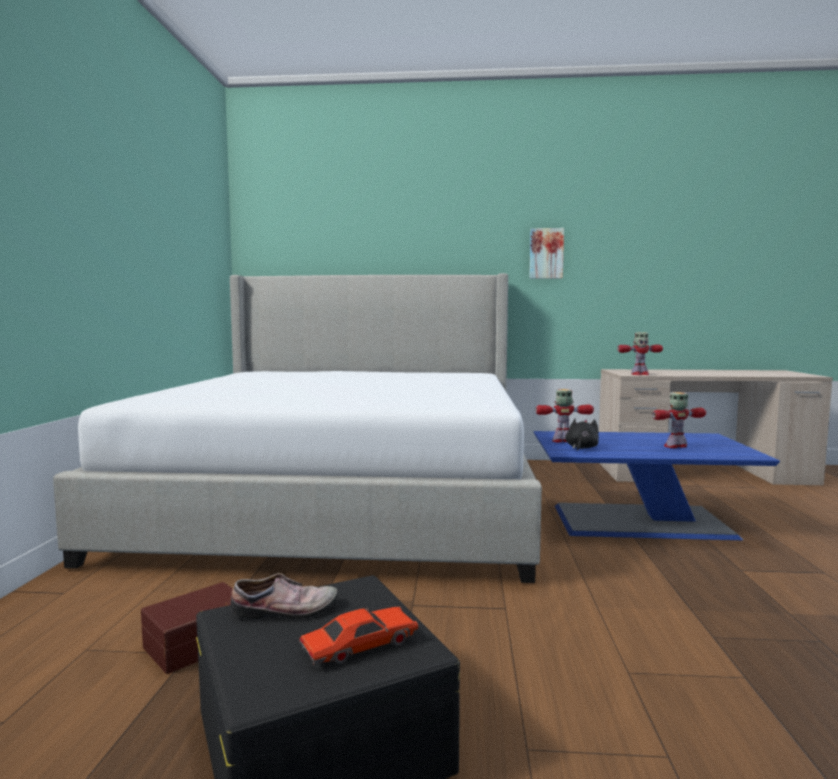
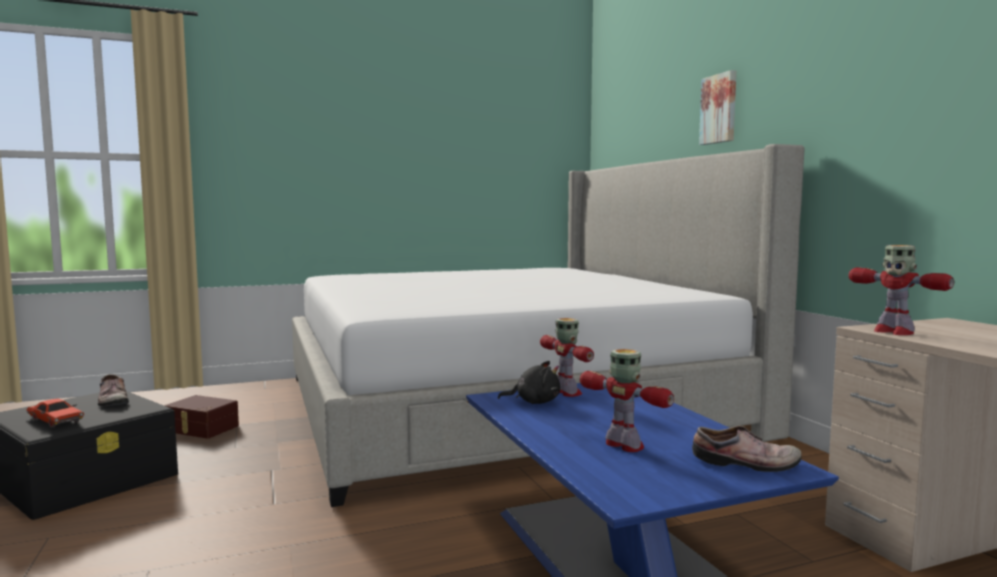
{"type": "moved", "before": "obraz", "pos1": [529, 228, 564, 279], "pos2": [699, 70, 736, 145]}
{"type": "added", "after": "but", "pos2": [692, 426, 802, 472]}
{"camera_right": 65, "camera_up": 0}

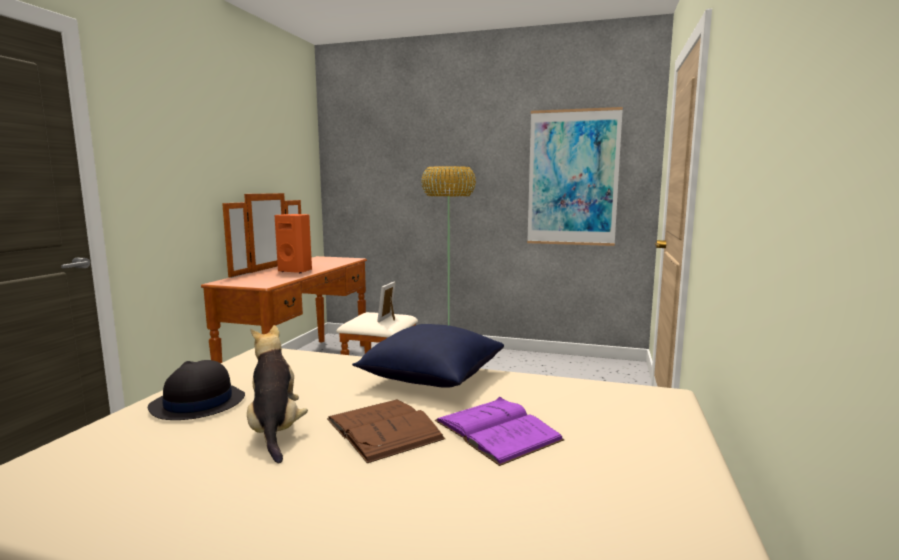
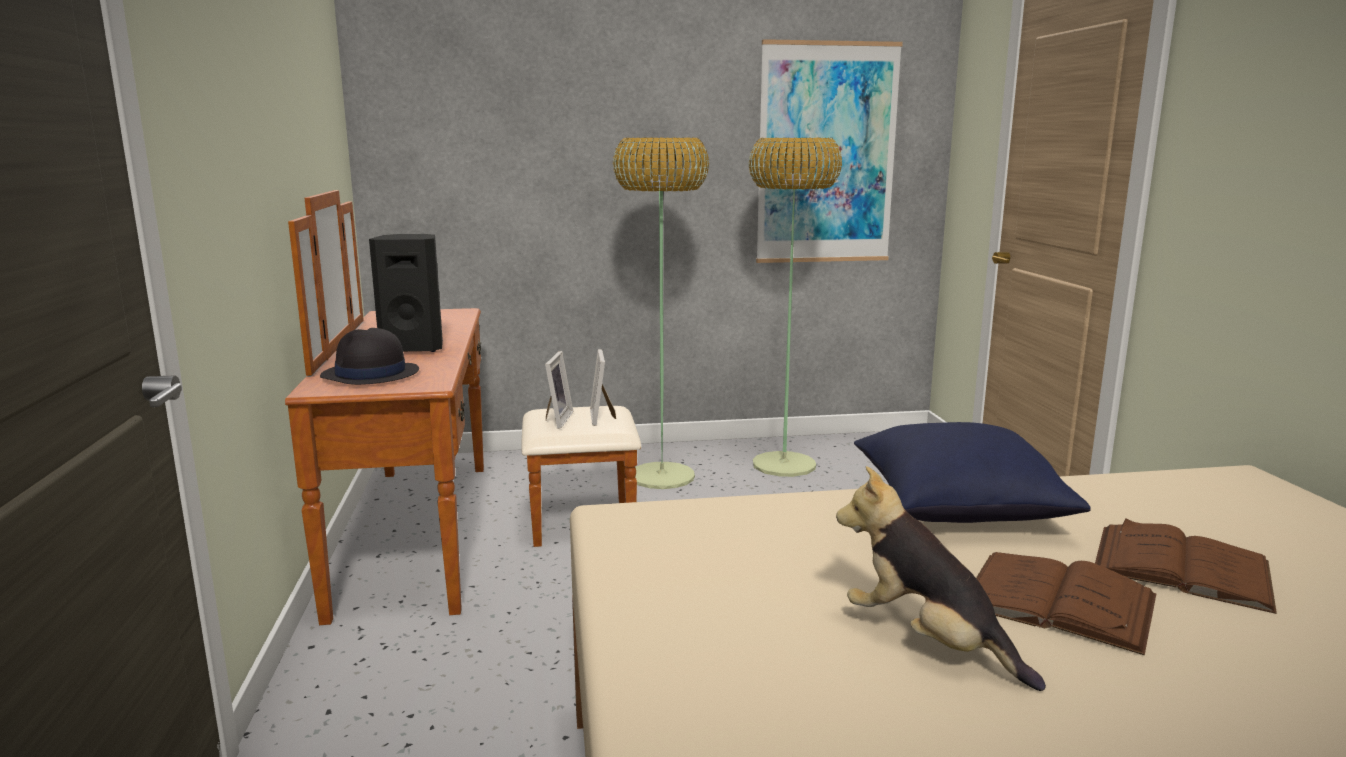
{"type": "moved", "before": "kapelusz [czarny]", "pos1": [148, 360, 245, 420], "pos2": [320, 328, 419, 385]}
{"type": "recoloured", "before": "głośnik [pomarańczowy]", "after": "głośnik [czarny]", "pos1": [274, 214, 312, 273], "pos2": [369, 234, 443, 352]}
{"type": "recoloured", "before": "książka [fioletowy]", "after": "książka [brązowy]", "pos1": [435, 397, 564, 466], "pos2": [1095, 519, 1277, 614]}
{"type": "added", "after": "ramka na zdjęcie", "pos2": [545, 351, 573, 429]}
{"type": "added", "after": "lampa stojąca", "pos2": [749, 137, 842, 477]}
{"camera_right": -25, "camera_up": 5}

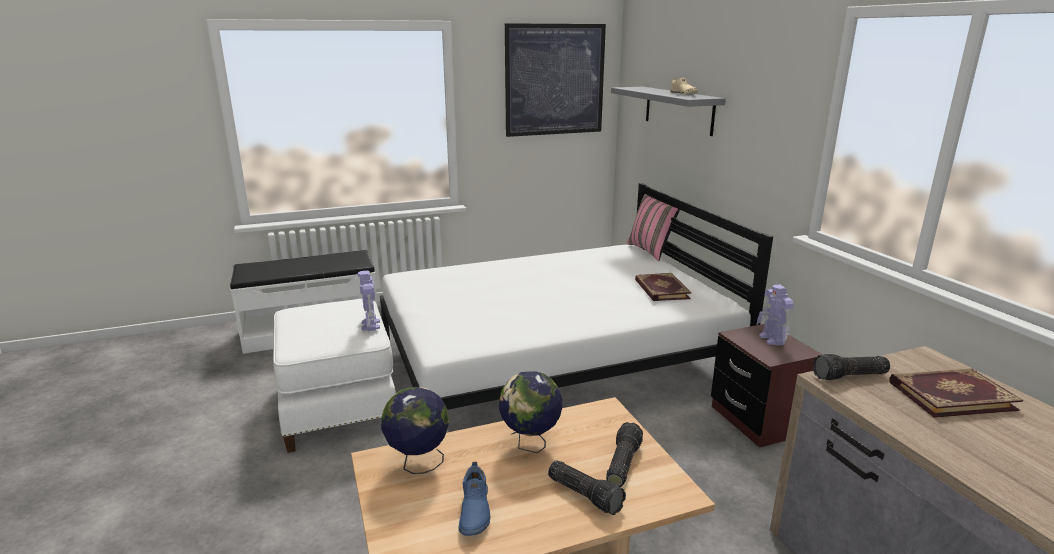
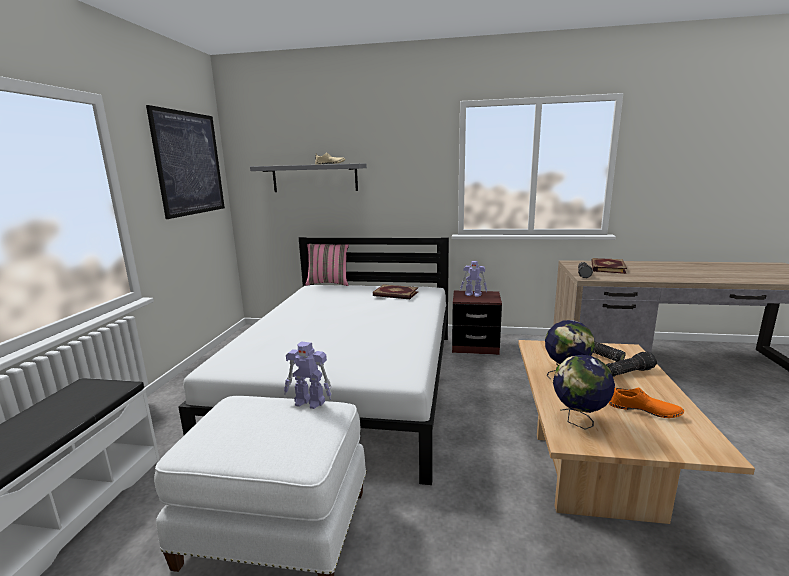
{"type": "recoloured", "before": "but [niebieski]", "after": "but [pomarańczowy]", "pos1": [458, 462, 490, 536], "pos2": [609, 388, 684, 418]}
{"camera_right": -60, "camera_up": -5}

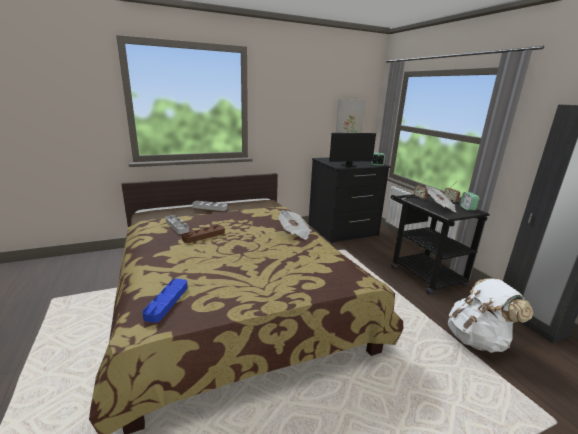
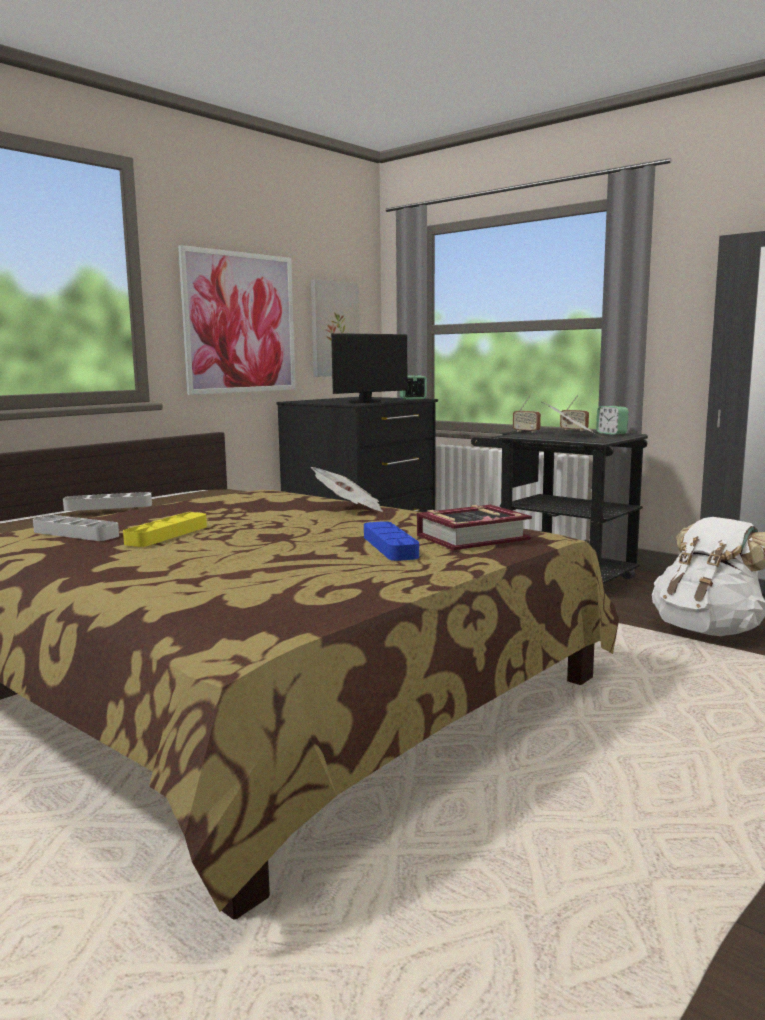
{"type": "moved", "before": "taca [niebieski]", "pos1": [142, 279, 188, 323], "pos2": [364, 521, 419, 561]}
{"type": "recoloured", "before": "taca [brązowy]", "after": "taca [żółty]", "pos1": [182, 225, 225, 243], "pos2": [123, 512, 207, 547]}
{"type": "added", "after": "obraz", "pos2": [178, 245, 296, 395]}
{"type": "added", "after": "książka", "pos2": [417, 505, 532, 550]}
{"camera_right": -25, "camera_up": -10}

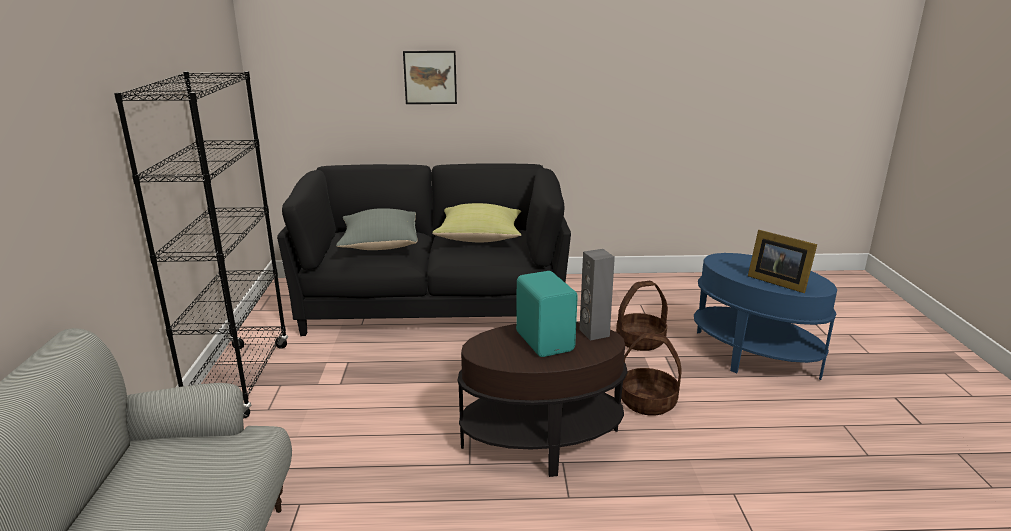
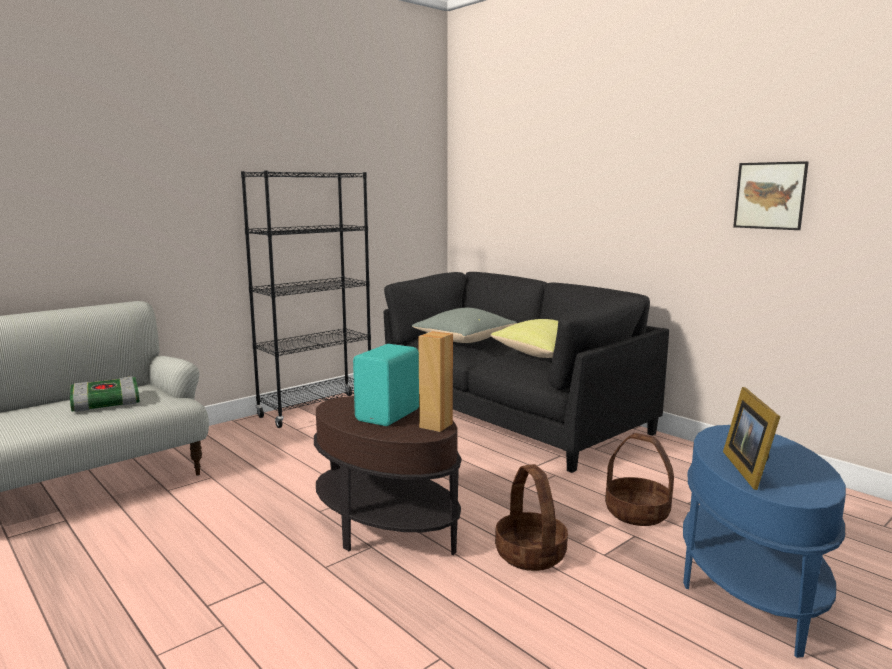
{"type": "moved", "before": "obraz", "pos1": [403, 51, 457, 104], "pos2": [733, 161, 809, 230]}
{"type": "recoloured", "before": "głośnik [szary]", "after": "głośnik [brązowy]", "pos1": [579, 249, 615, 341], "pos2": [418, 331, 453, 432]}
{"type": "added", "after": "książka", "pos2": [70, 376, 140, 412]}
{"camera_right": 50, "camera_up": -10}

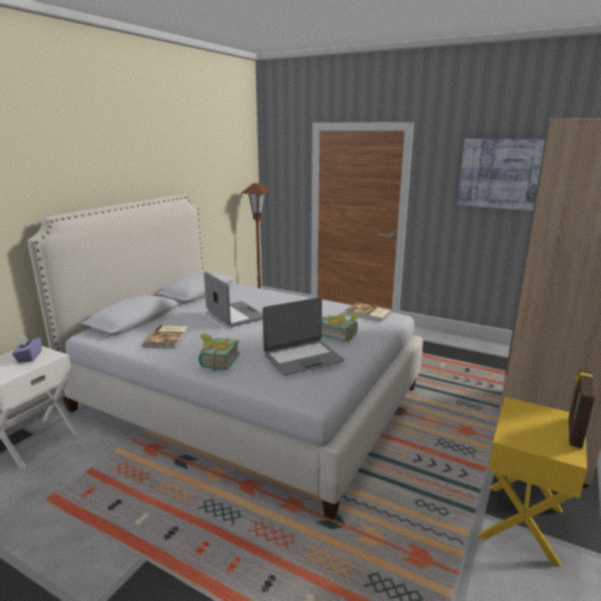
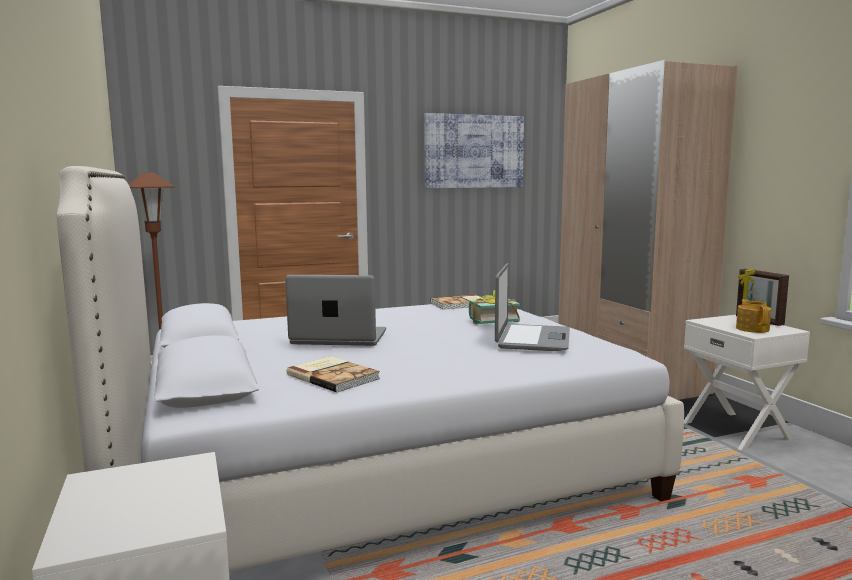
{"type": "removed", "before": "pudełko chusteczek [fioletowy]", "pos1": [12, 335, 42, 362]}
{"type": "removed", "before": "książka", "pos1": [198, 334, 240, 371]}
{"type": "recoloured", "before": "szafka nocna [żółty]", "after": "szafka nocna [biały]", "pos1": [478, 397, 587, 567], "pos2": [684, 315, 810, 450]}
{"type": "added", "after": "imbryk", "pos2": [736, 299, 771, 333]}
{"camera_right": -50, "camera_up": -10}

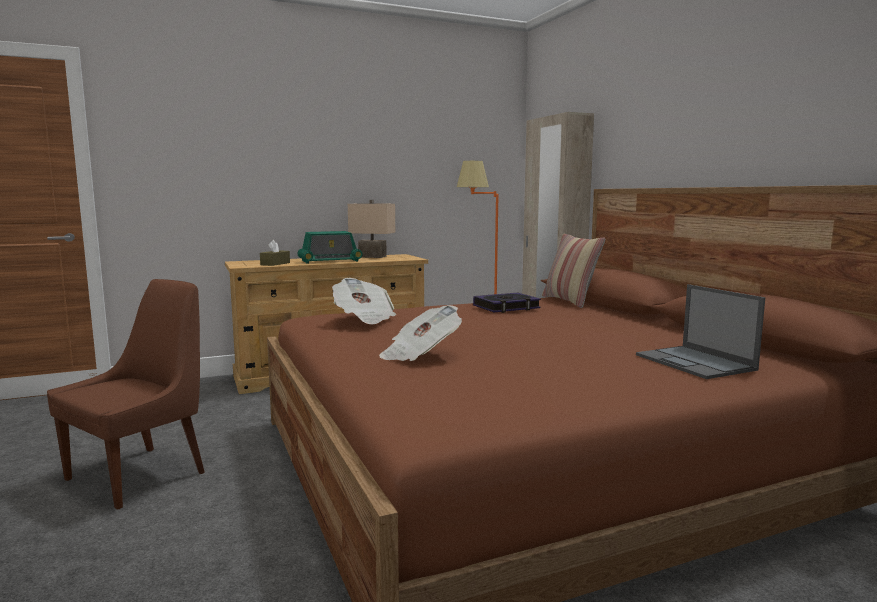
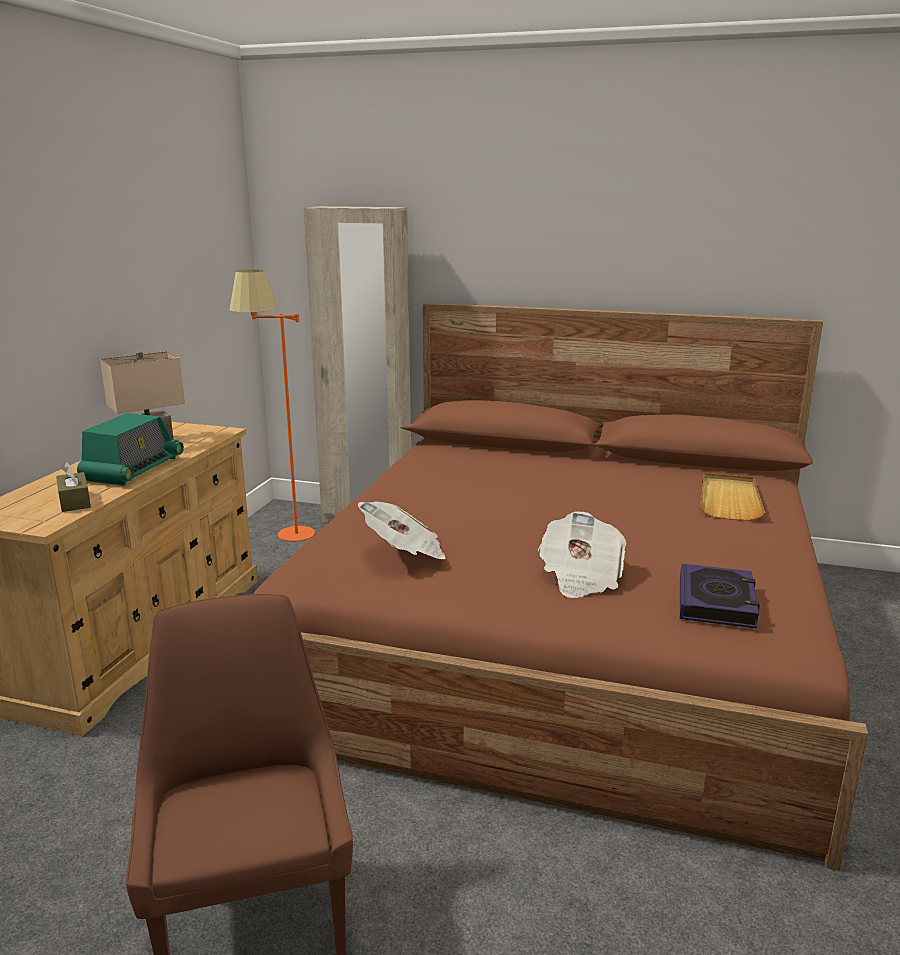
{"type": "moved", "before": "książka", "pos1": [473, 293, 541, 313], "pos2": [680, 564, 760, 629]}
{"type": "removed", "before": "poduszka", "pos1": [542, 234, 605, 308]}
{"type": "replaced", "before": "laptop", "after": "taca [beżowy]", "pos1": [636, 284, 765, 379], "pos2": [700, 473, 765, 521]}
{"camera_right": -50, "camera_up": 10}

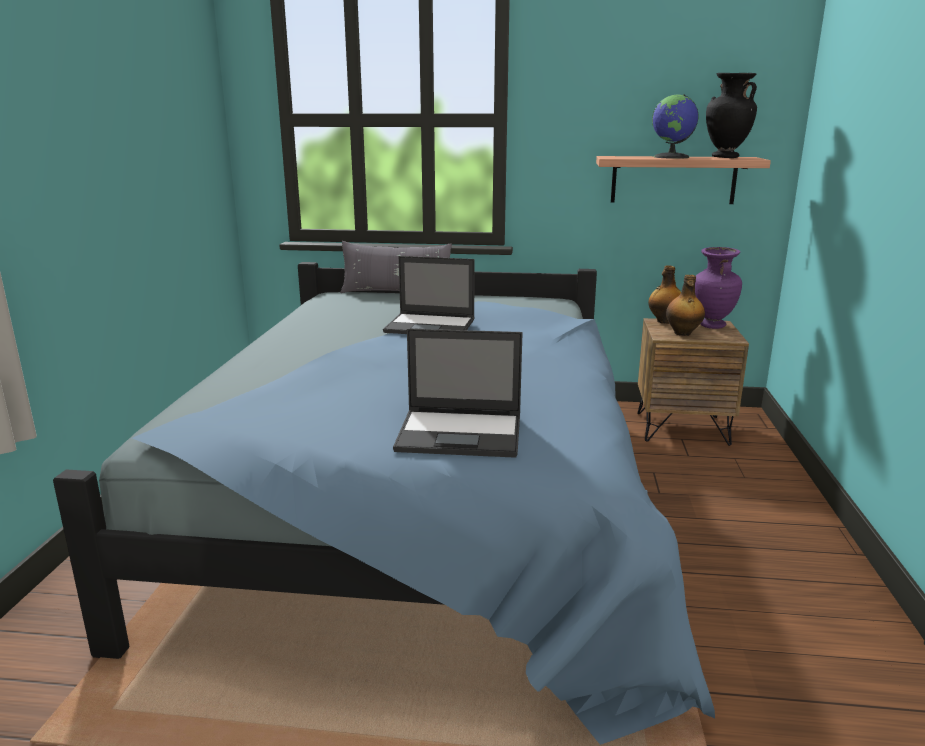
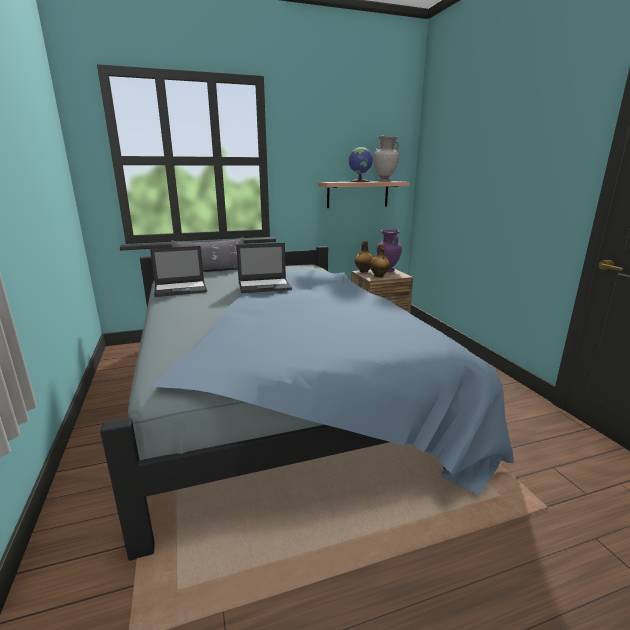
{"type": "moved", "before": "laptop", "pos1": [393, 329, 523, 458], "pos2": [150, 246, 207, 297]}
{"type": "recoloured", "before": "wazon [czarny]", "after": "wazon [beżowy]", "pos1": [706, 73, 757, 158], "pos2": [374, 136, 399, 182]}
{"camera_right": -25, "camera_up": 0}

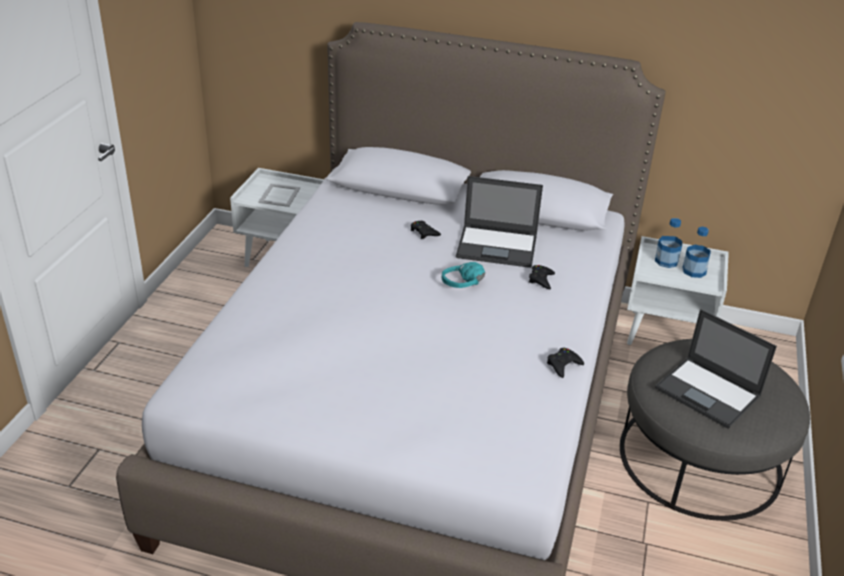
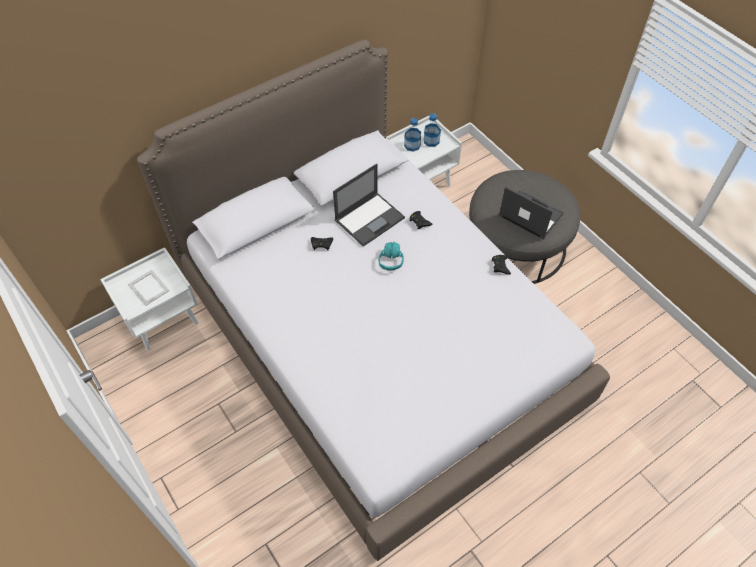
{"type": "turned", "before": "laptop", "pos1": [655, 309, 777, 429], "pos2": [499, 187, 564, 239], "turn": -135}
{"camera_right": -50, "camera_up": 20}

